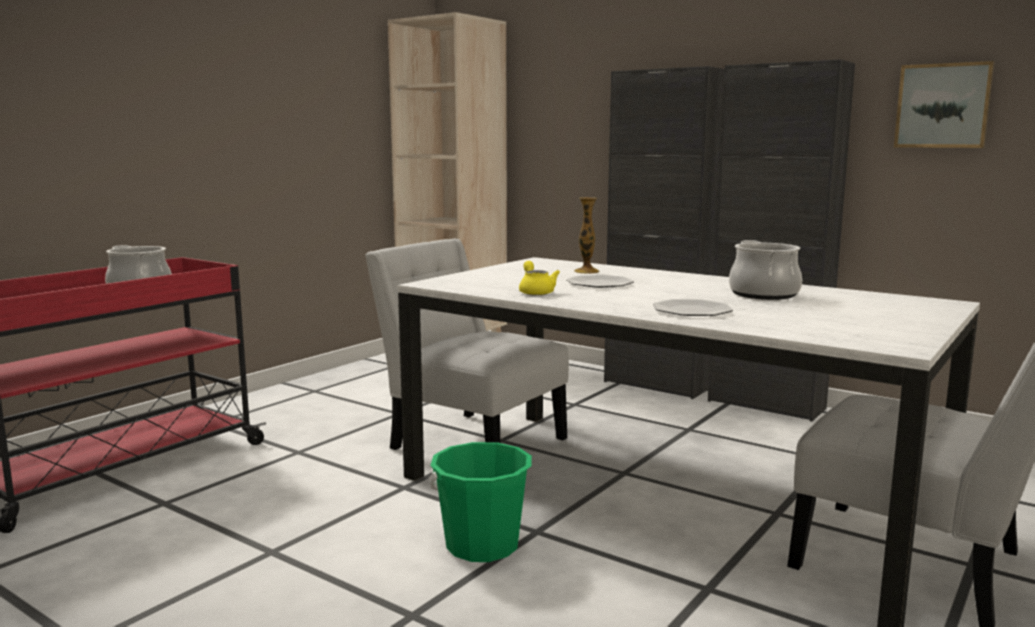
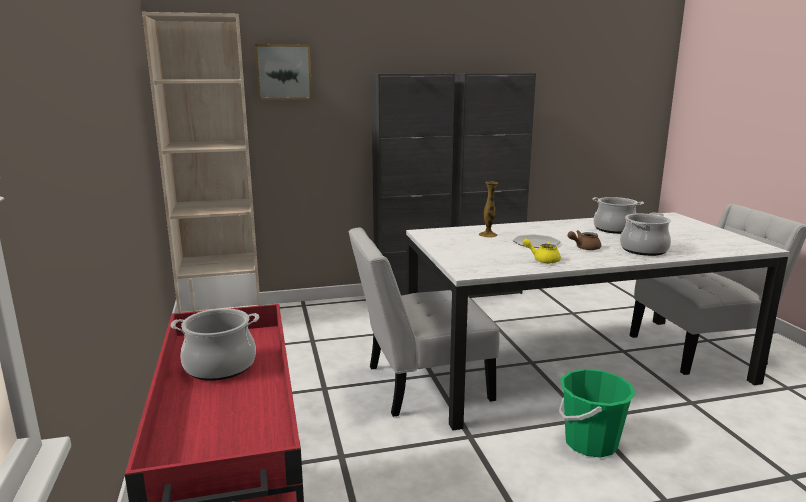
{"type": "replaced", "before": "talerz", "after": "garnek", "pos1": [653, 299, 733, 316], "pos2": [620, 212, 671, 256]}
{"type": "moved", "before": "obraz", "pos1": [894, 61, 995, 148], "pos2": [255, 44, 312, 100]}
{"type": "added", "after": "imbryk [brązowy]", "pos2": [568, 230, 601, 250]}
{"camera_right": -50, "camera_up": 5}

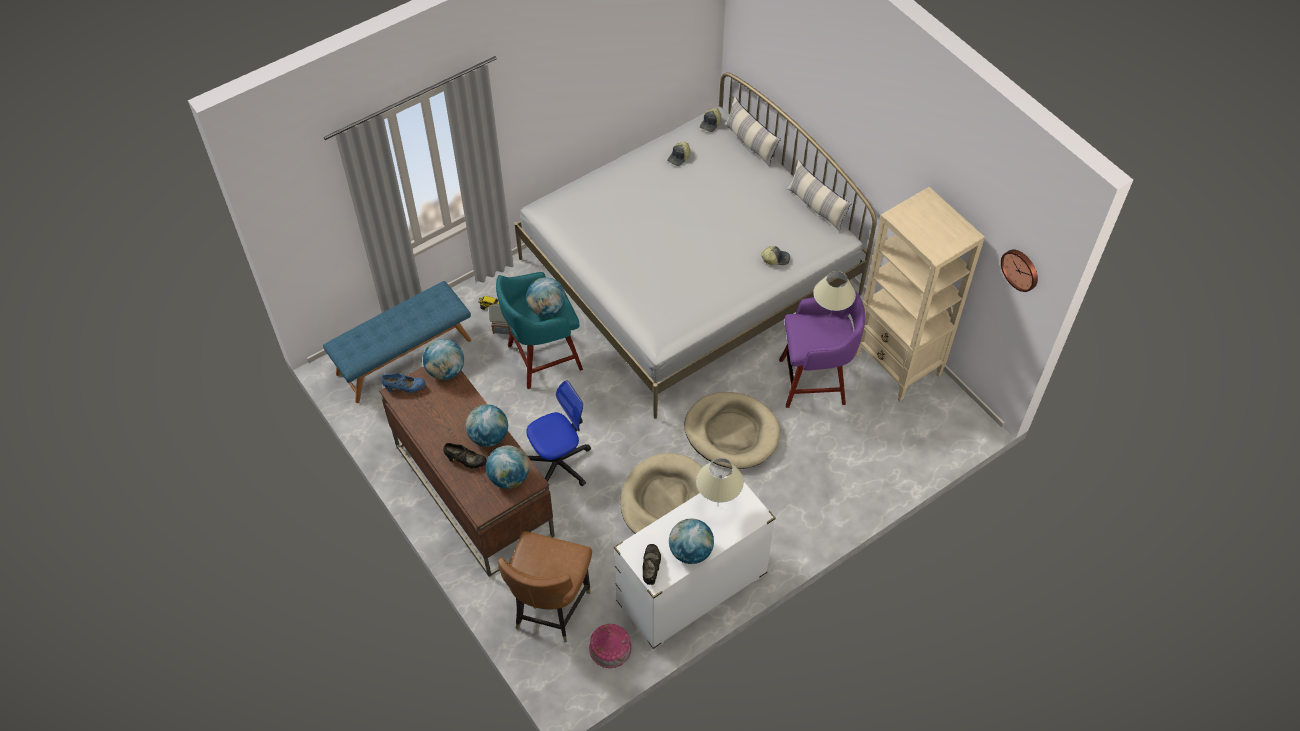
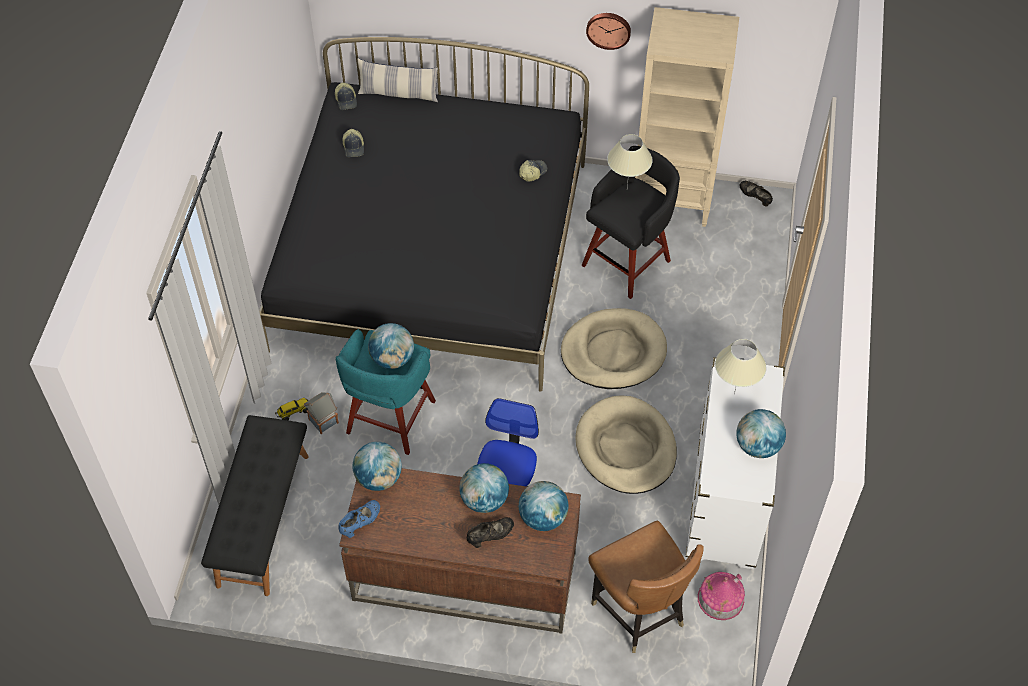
{"type": "recoloured", "before": "ławka [niebieski]", "after": "ławka [czarny]", "pos1": [323, 281, 471, 403], "pos2": [201, 415, 309, 596]}
{"type": "recoloured", "before": "łóżko [biały]", "after": "łóżko [czarny]", "pos1": [514, 72, 877, 419], "pos2": [259, 37, 589, 392]}
{"type": "moved", "before": "but [czarny]", "pos1": [643, 544, 661, 585], "pos2": [740, 181, 773, 207]}
{"type": "recoloured", "before": "stołek [fioletowy]", "after": "stołek [czarny]", "pos1": [779, 289, 865, 408], "pos2": [582, 146, 680, 299]}
{"type": "removed", "before": "poduszka", "pos1": [787, 160, 852, 231]}
{"type": "moved", "before": "zegar ścienny", "pos1": [1001, 249, 1038, 292], "pos2": [586, 13, 631, 50]}
{"camera_right": -45, "camera_up": 0}

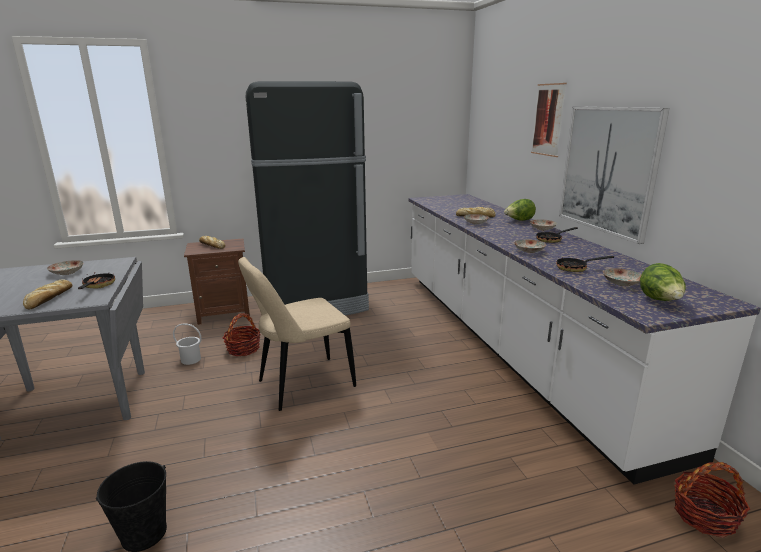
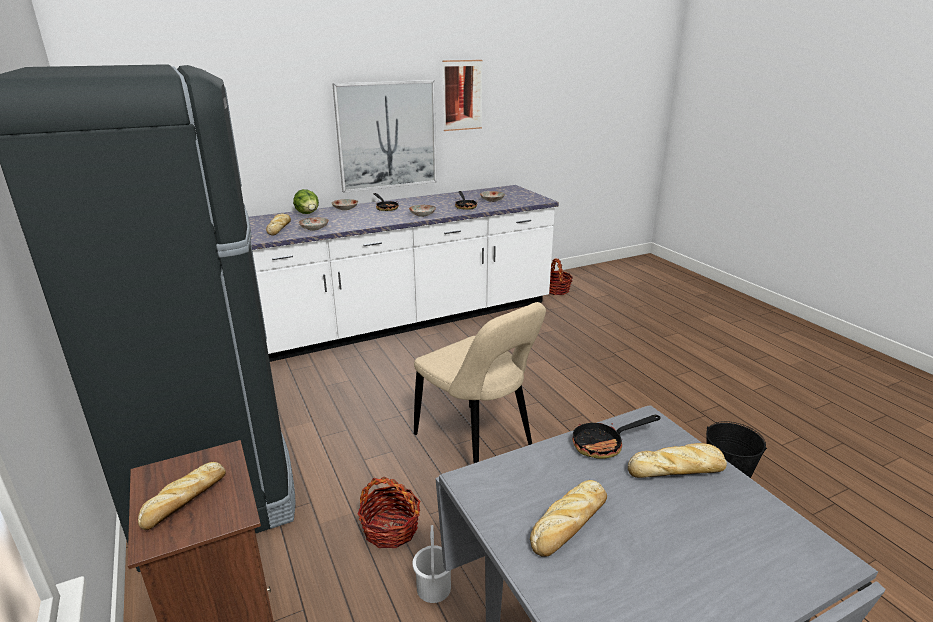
{"type": "replaced", "before": "talerz", "after": "chleb", "pos1": [47, 260, 84, 275], "pos2": [530, 480, 607, 557]}
{"type": "moved", "before": "obraz", "pos1": [531, 83, 567, 157], "pos2": [443, 60, 483, 131]}
{"type": "removed", "before": "sałata", "pos1": [640, 263, 686, 301]}
{"camera_right": -100, "camera_up": 5}

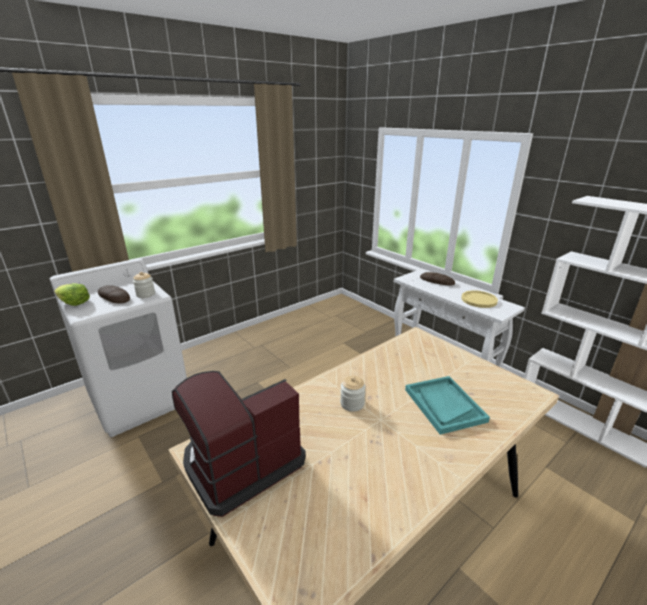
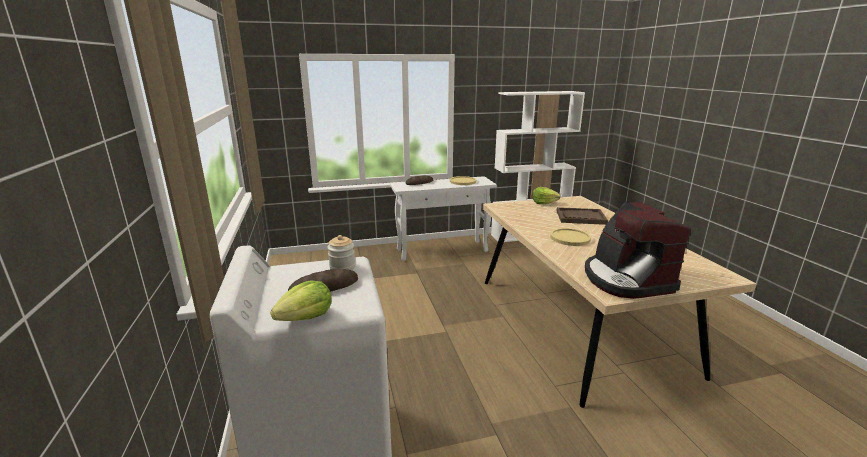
{"type": "replaced", "before": "słoik", "after": "talerz [żółty]", "pos1": [340, 376, 366, 412], "pos2": [550, 228, 591, 246]}
{"type": "recoloured", "before": "taca [turkusowy]", "after": "taca [brązowy]", "pos1": [405, 376, 490, 435], "pos2": [557, 207, 608, 225]}
{"type": "added", "after": "sałata", "pos2": [532, 187, 561, 204]}
{"camera_right": -65, "camera_up": -5}

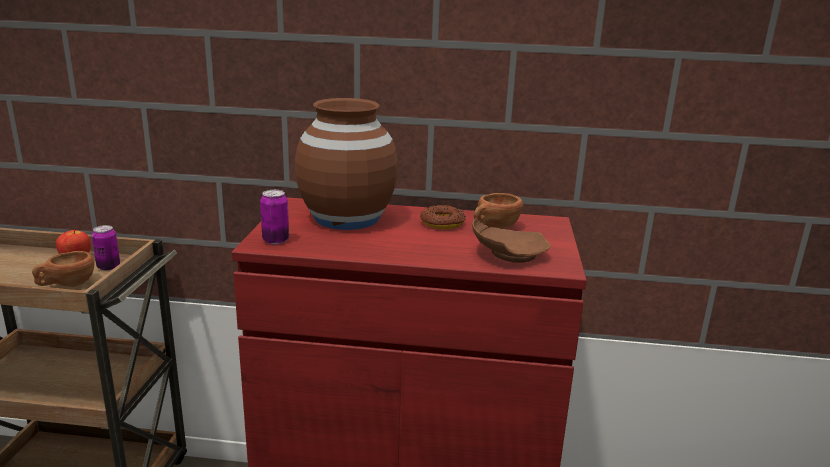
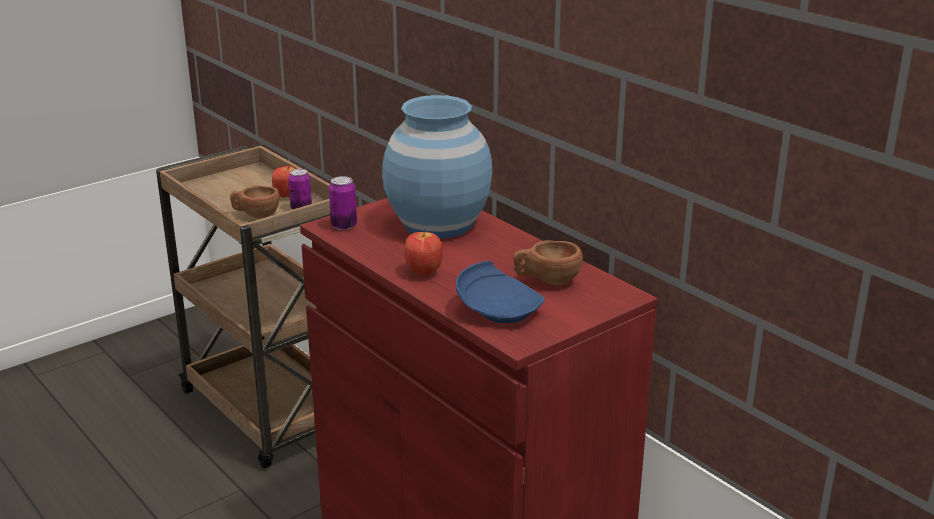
{"type": "recoloured", "before": "wazon [brązowy]", "after": "wazon [niebieski]", "pos1": [295, 98, 398, 230], "pos2": [382, 95, 492, 239]}
{"type": "removed", "before": "donut", "pos1": [420, 205, 466, 229]}
{"type": "recoloured", "before": "talerz [brązowy]", "after": "talerz [niebieski]", "pos1": [472, 218, 551, 263], "pos2": [456, 261, 545, 323]}
{"type": "added", "after": "jabłko", "pos2": [404, 230, 443, 275]}
{"camera_right": 45, "camera_up": 5}

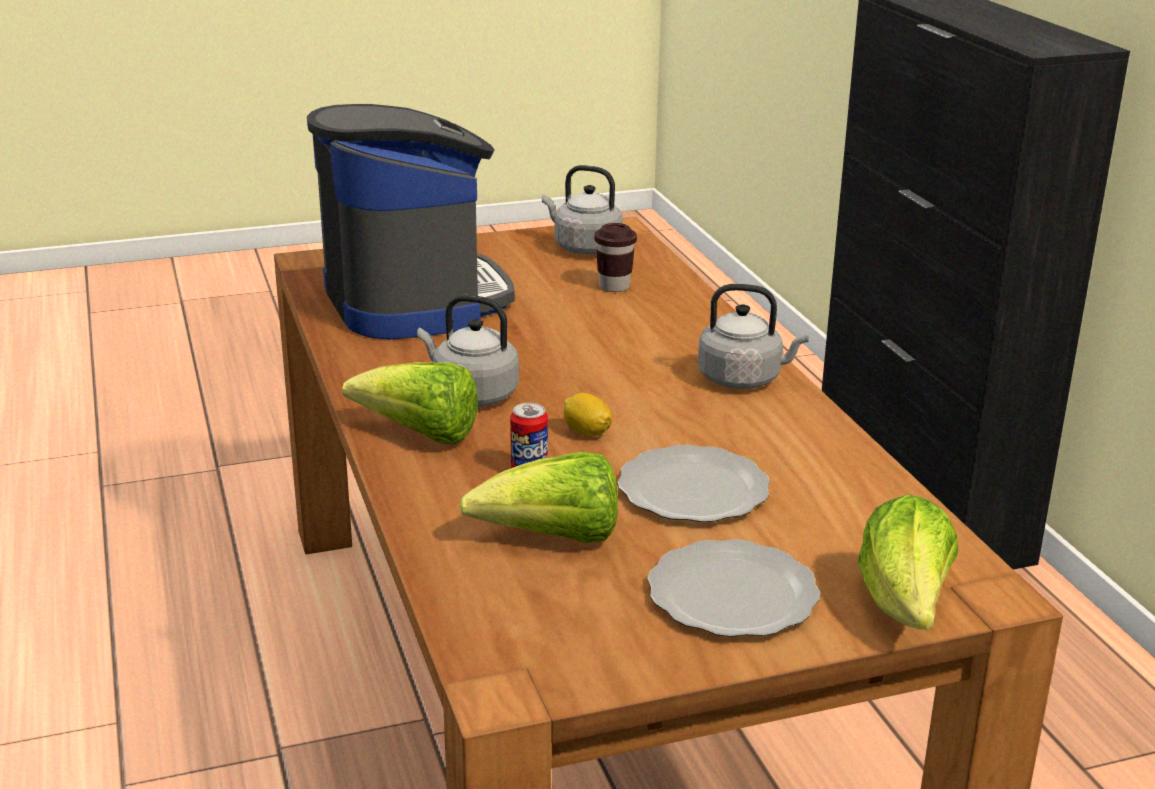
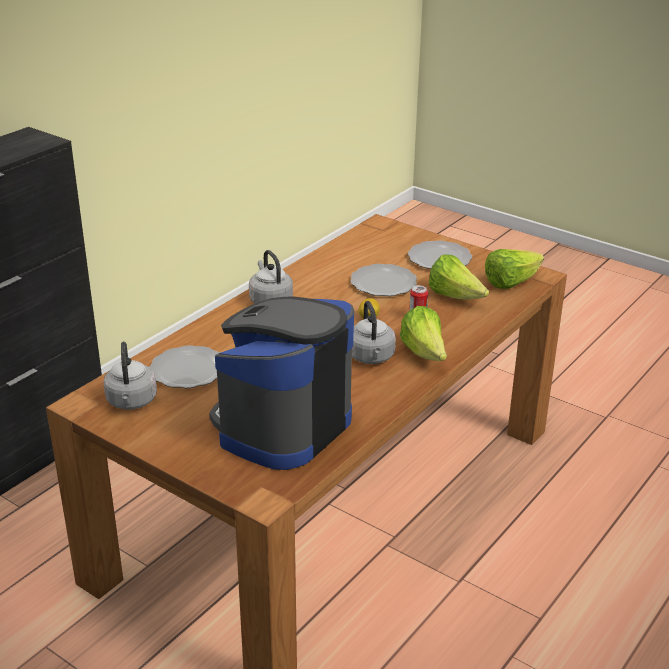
{"type": "replaced", "before": "filiżanka [brązowy]", "after": "talerz", "pos1": [594, 223, 637, 292], "pos2": [150, 345, 220, 388]}
{"type": "moved", "before": "sałata", "pos1": [857, 494, 958, 630], "pos2": [485, 249, 544, 289]}
{"camera_right": -125, "camera_up": 5}

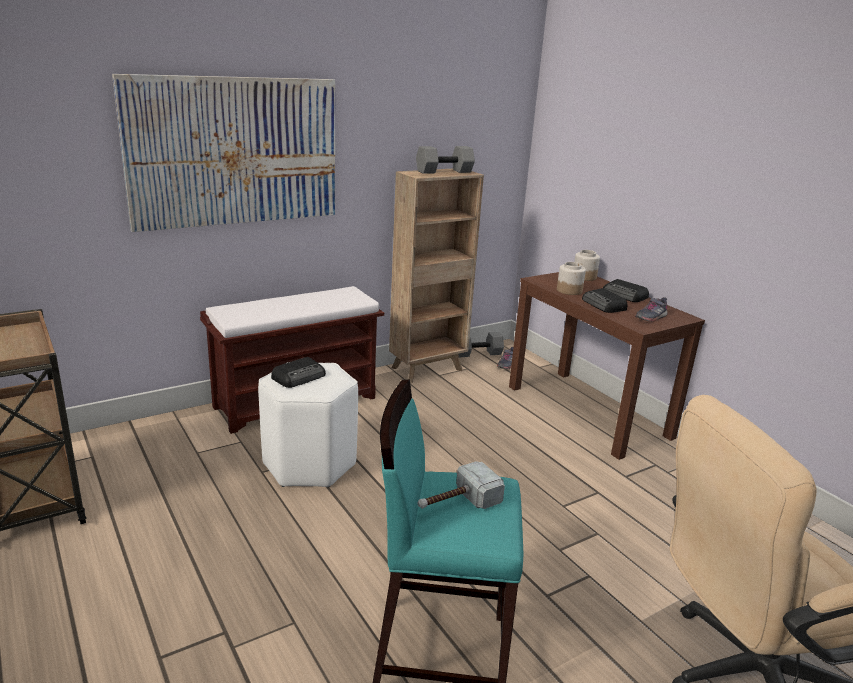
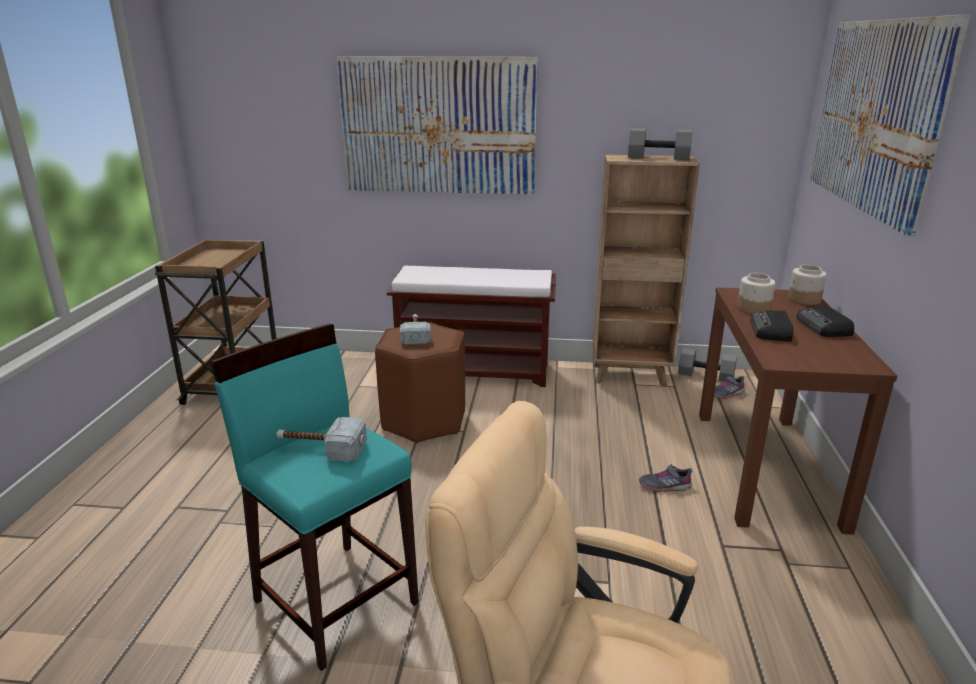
{"type": "recoloured", "before": "stołek [biały]", "after": "stołek [brązowy]", "pos1": [258, 362, 358, 488], "pos2": [375, 322, 465, 444]}
{"type": "replaced", "before": "radio", "after": "młotek", "pos1": [271, 357, 326, 388], "pos2": [400, 314, 431, 345]}
{"type": "moved", "before": "but [szary]", "pos1": [635, 297, 668, 322], "pos2": [639, 464, 692, 492]}
{"type": "added", "after": "obraz", "pos2": [810, 15, 970, 236]}
{"camera_right": 40, "camera_up": 0}

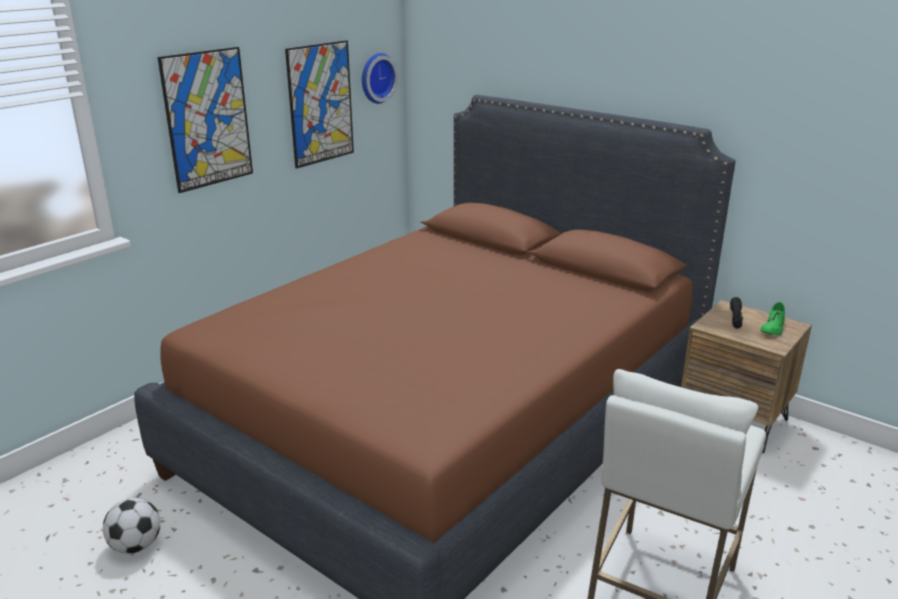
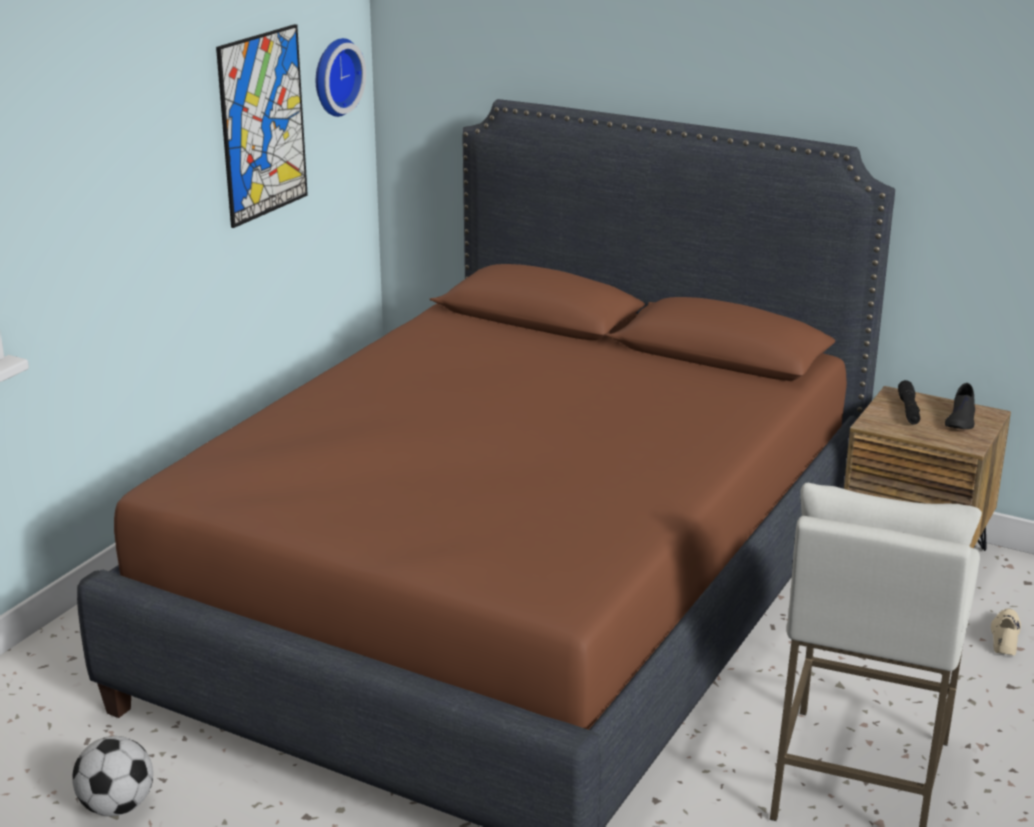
{"type": "removed", "before": "obraz", "pos1": [158, 47, 253, 193]}
{"type": "recoloured", "before": "but [zielony]", "after": "but [czarny]", "pos1": [760, 302, 785, 335], "pos2": [945, 383, 975, 429]}
{"type": "added", "after": "but [beżowy]", "pos2": [991, 608, 1021, 655]}
{"camera_right": -10, "camera_up": 0}

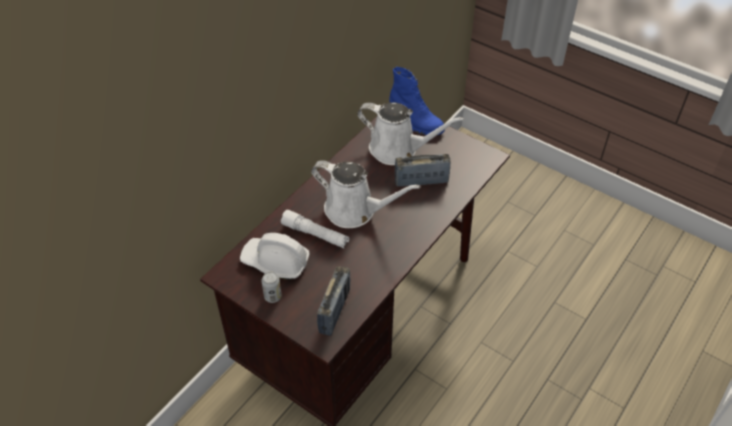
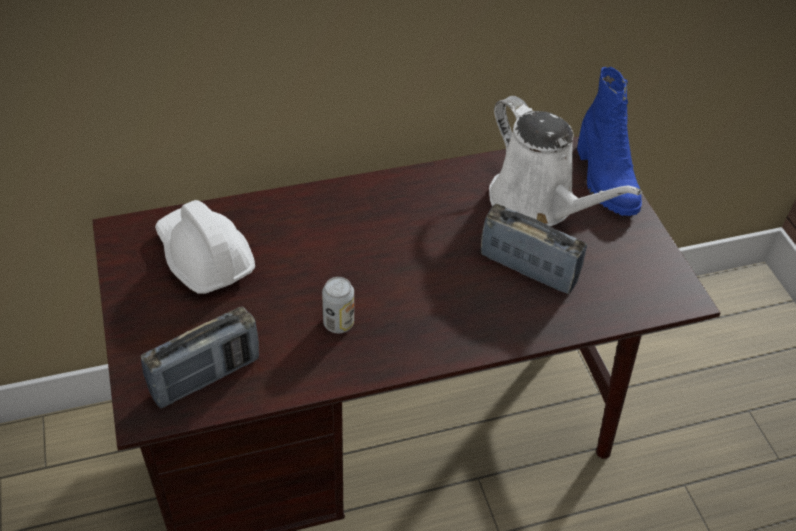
{"type": "moved", "before": "puszka", "pos1": [261, 272, 282, 303], "pos2": [322, 277, 354, 333]}
{"type": "removed", "before": "latarka [biały]", "pos1": [281, 210, 350, 248]}
{"type": "removed", "before": "konewka [biały]", "pos1": [311, 160, 421, 228]}
{"camera_right": 35, "camera_up": 0}

